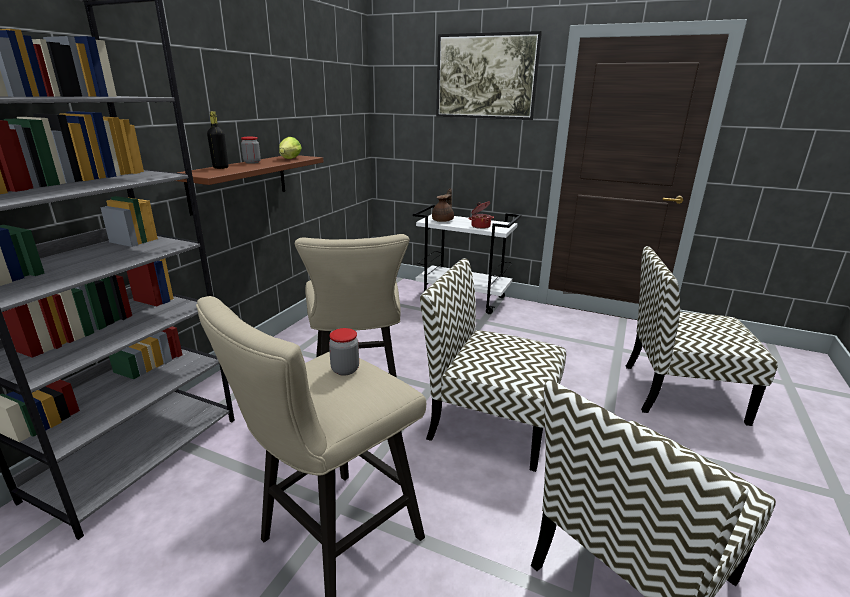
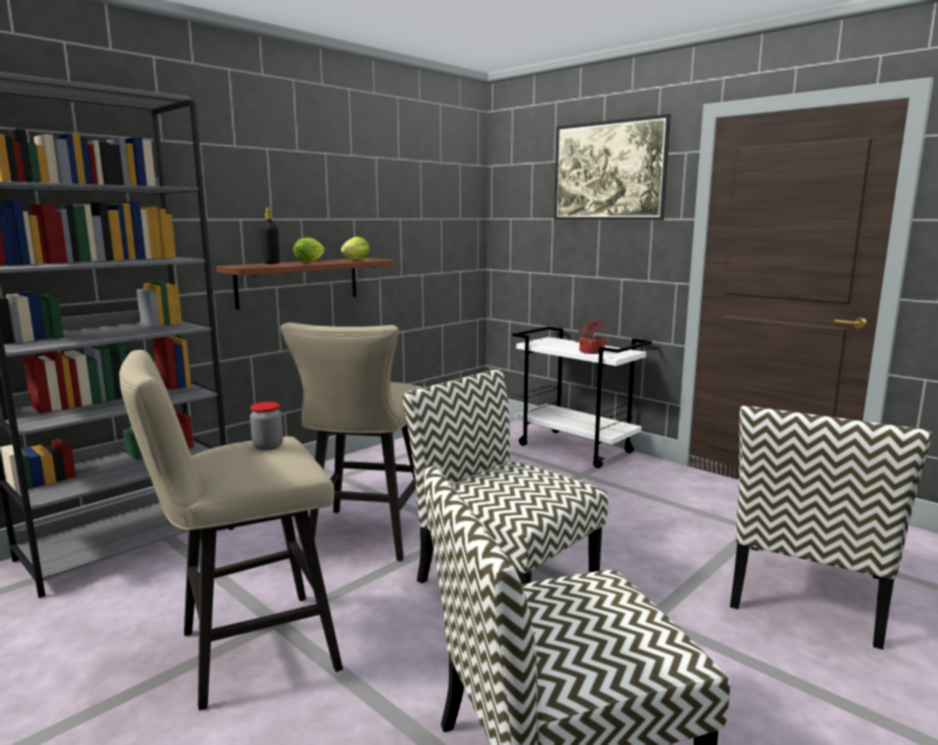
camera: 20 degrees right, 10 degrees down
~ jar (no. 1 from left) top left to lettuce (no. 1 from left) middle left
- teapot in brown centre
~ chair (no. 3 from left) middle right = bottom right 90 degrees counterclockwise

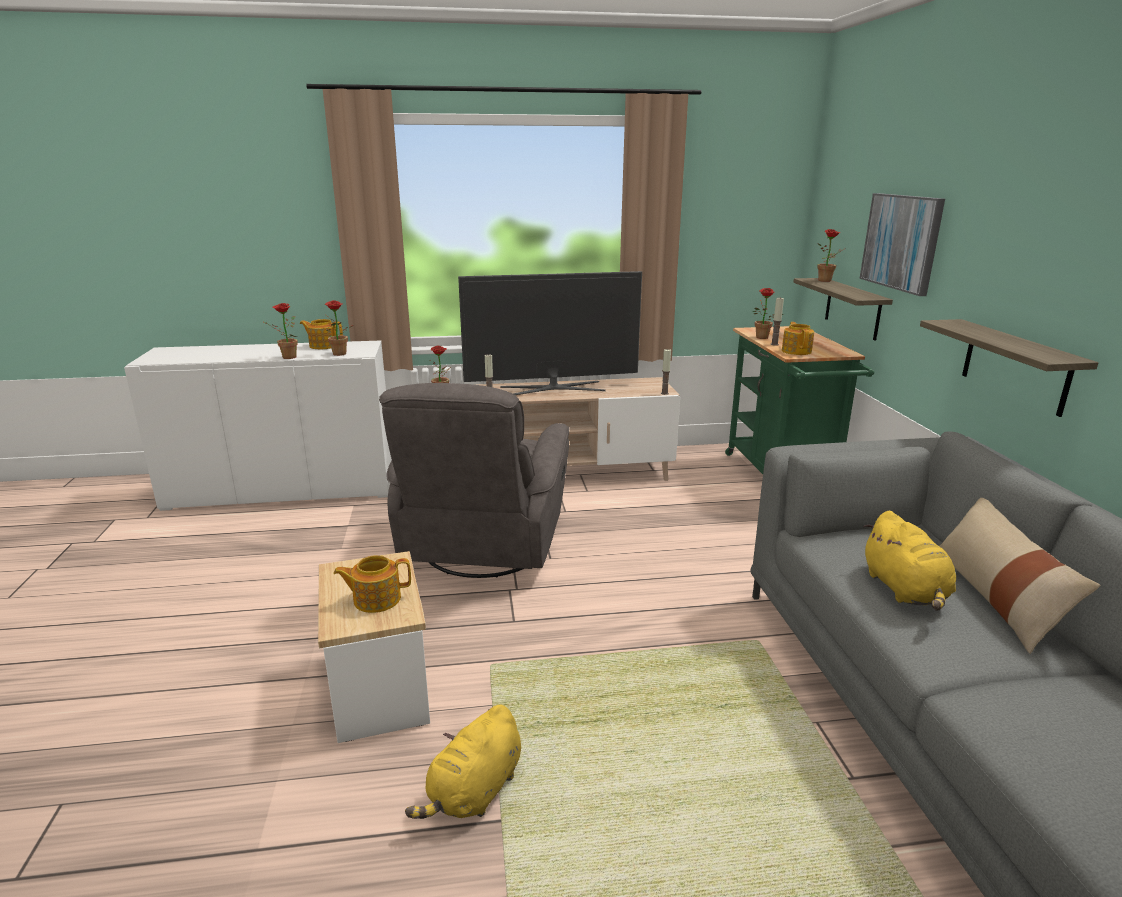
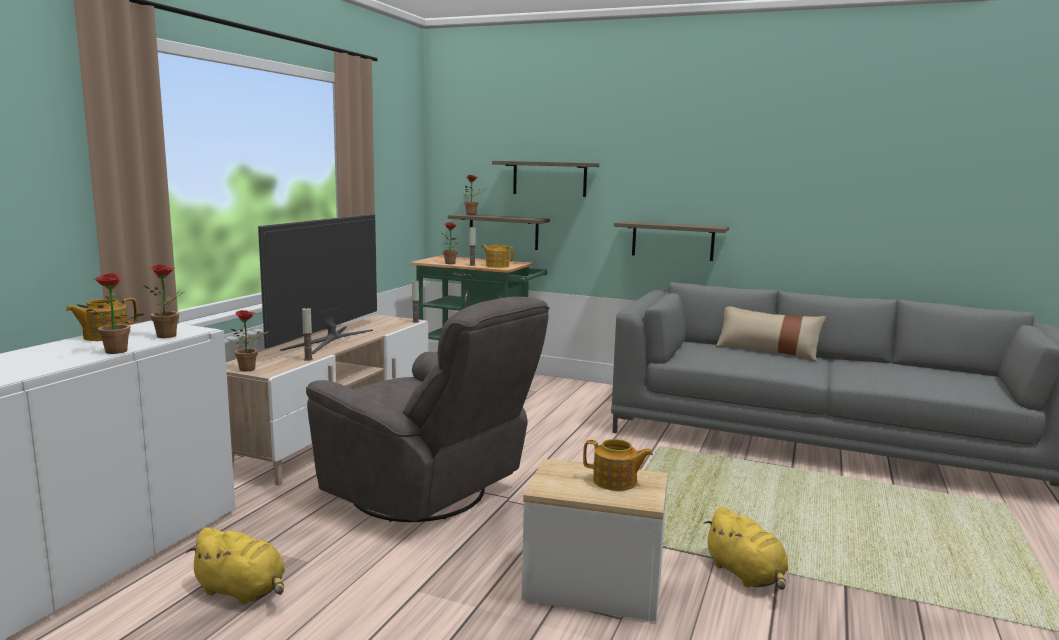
camera: 60 degrees left, 10 degrees down
~ teapot (no. 2 from left in the first image) middle left = bottom centre 90 degrees counterclockwise
~ picture top right to shelf (no. 2 from left) top centre
~ plush toy in yellow (no. 2 from left in the first image) middle right to plush toy in yellow (no. 1 from left) bottom left

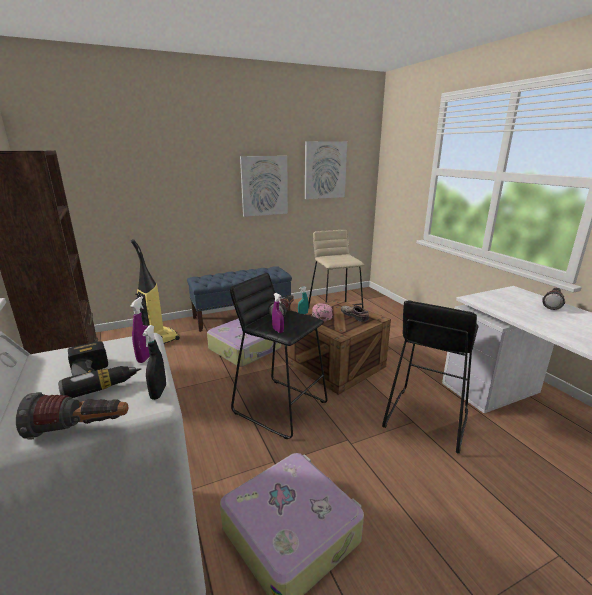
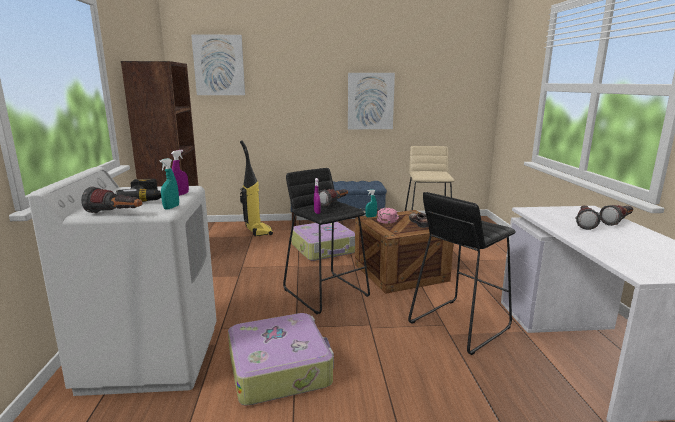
camera: 20 degrees right, 5 degrees down
~ spray bottle in black middle left to spray bottle in turquoise (no. 1 from left) middle left
~ picture (no. 2 from left in the first image) top centre to picture (no. 1 from left) top left
+ flashlight (no. 3 from left) middle right

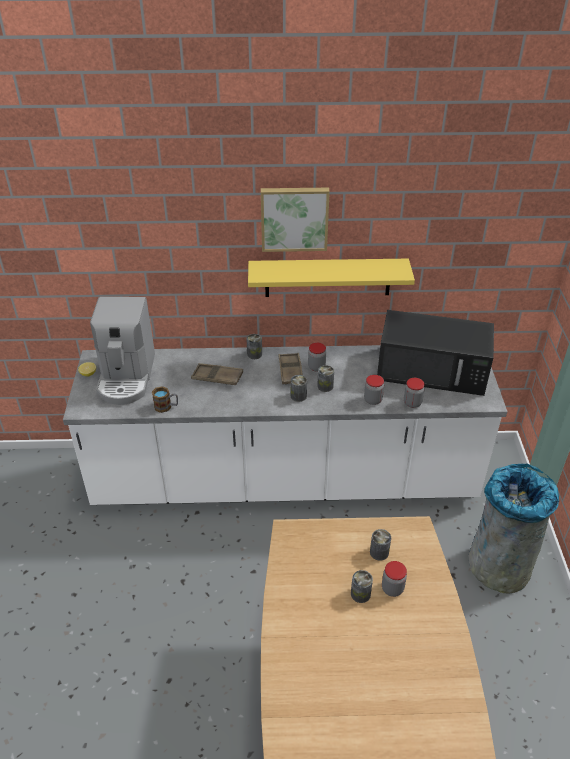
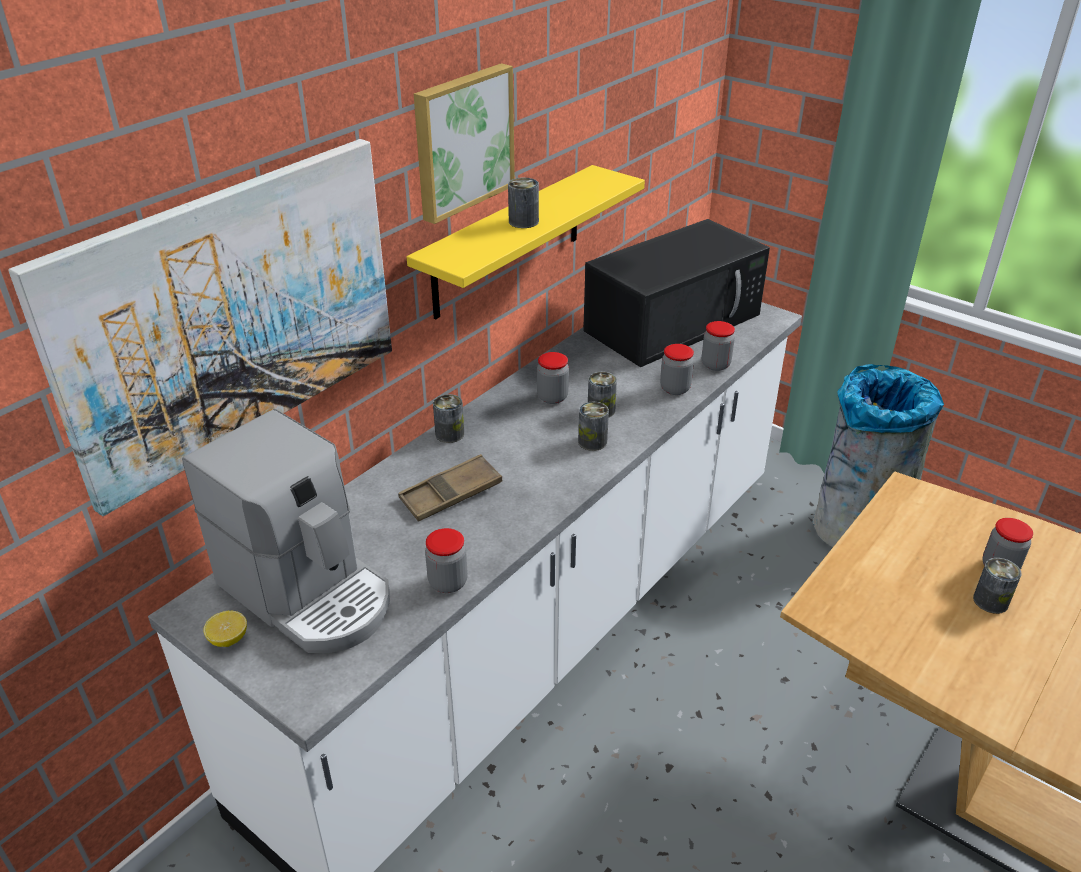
camera: 50 degrees left, 5 degrees down
~ mug middle left to jar (no. 1 from left) centre
- tray in brown (no. 2 from left) centre
~ can (no. 5 from left in the first image) bottom right to can (no. 2 from left) top centre
+ picture (no. 1 from left) middle left

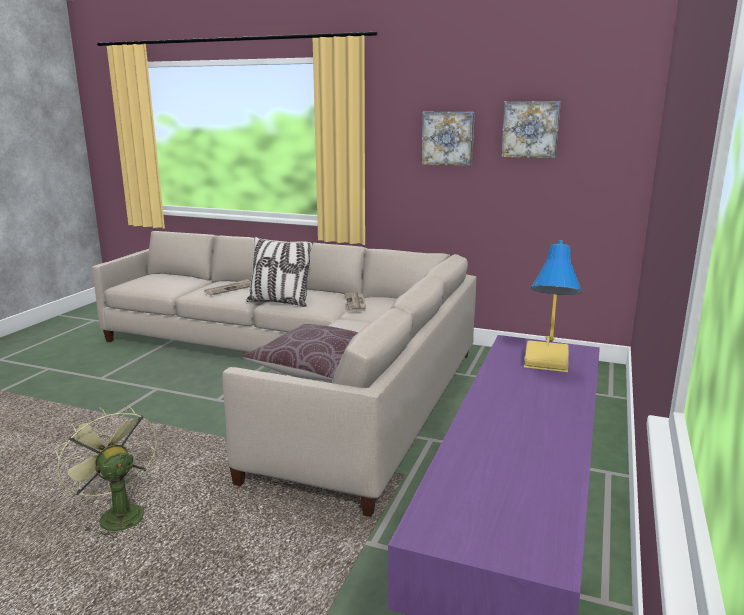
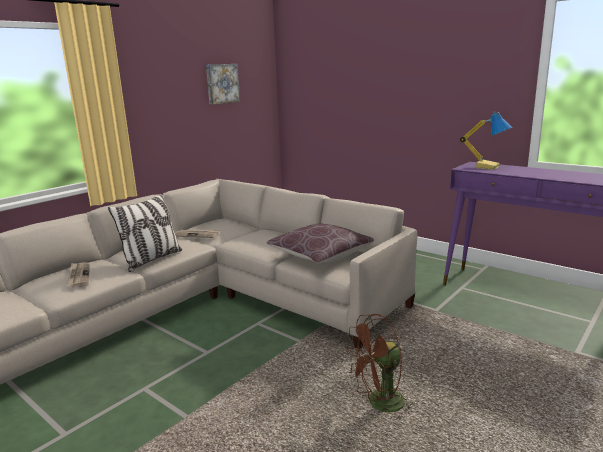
camera: 70 degrees left, 0 degrees up
~ fan in green bottom left to fan in brown bottom centre
- picture (no. 1 from left) top centre

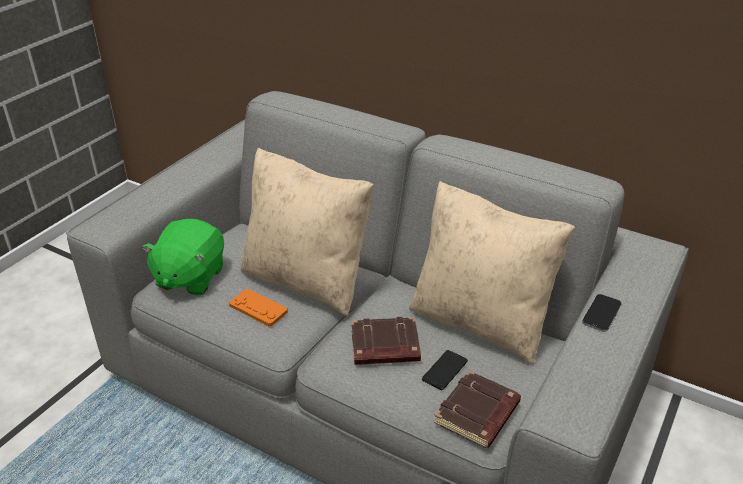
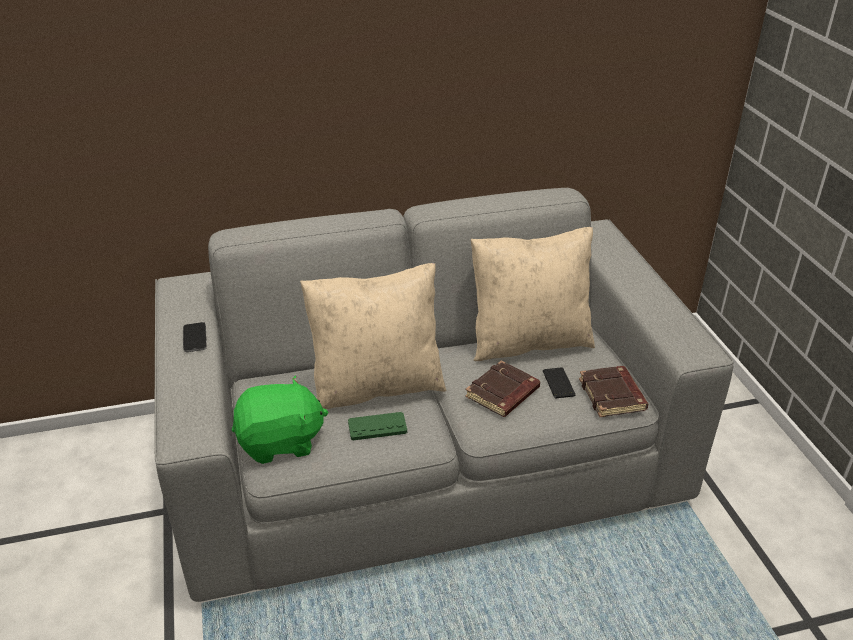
camera: 45 degrees left, 0 degrees up
~ plush toy in green middle left = middle left 75 degrees counterclockwise
~ game controller in orange centre to game controller in green centre
~ phone (no. 2 from left in the first image) middle right to phone (no. 1 from left) middle left

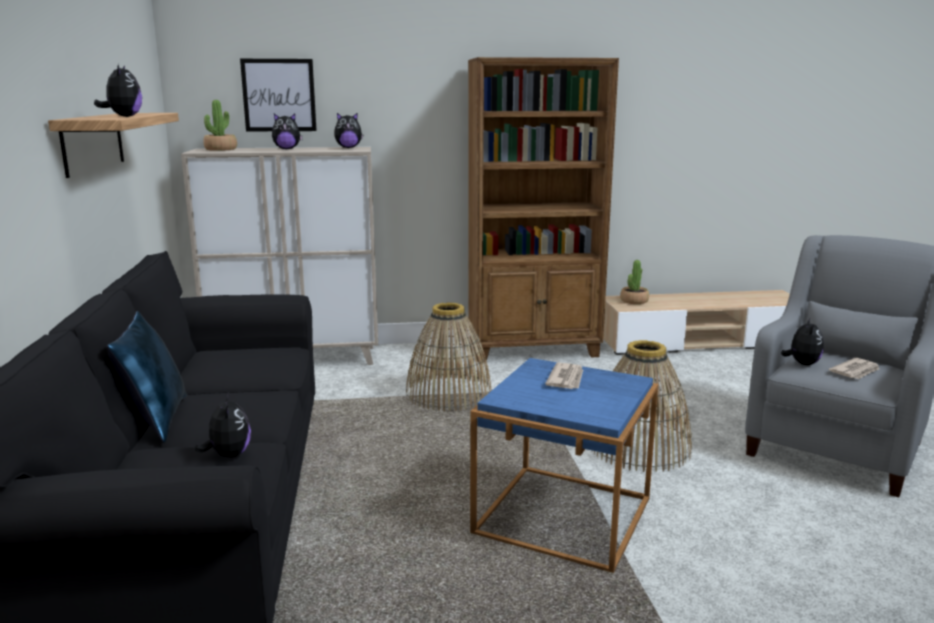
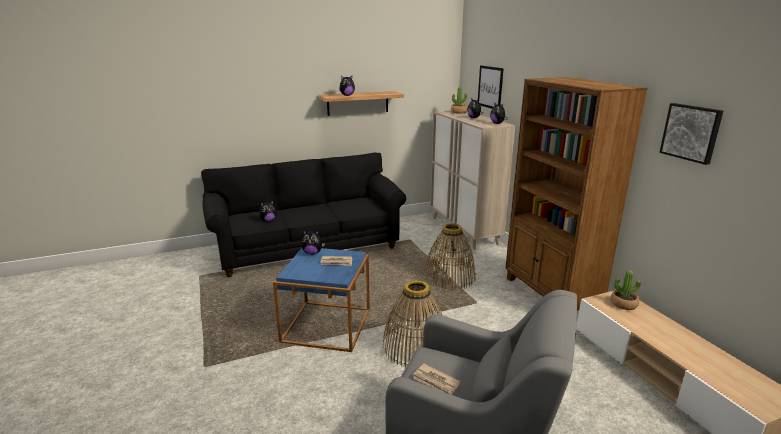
camera: 75 degrees right, 5 degrees up
- pillow in blue middle left
~ plush toy (no. 5 from left in the first image) middle right to plush toy (no. 2 from left) centre
+ picture (no. 2 from left) top right

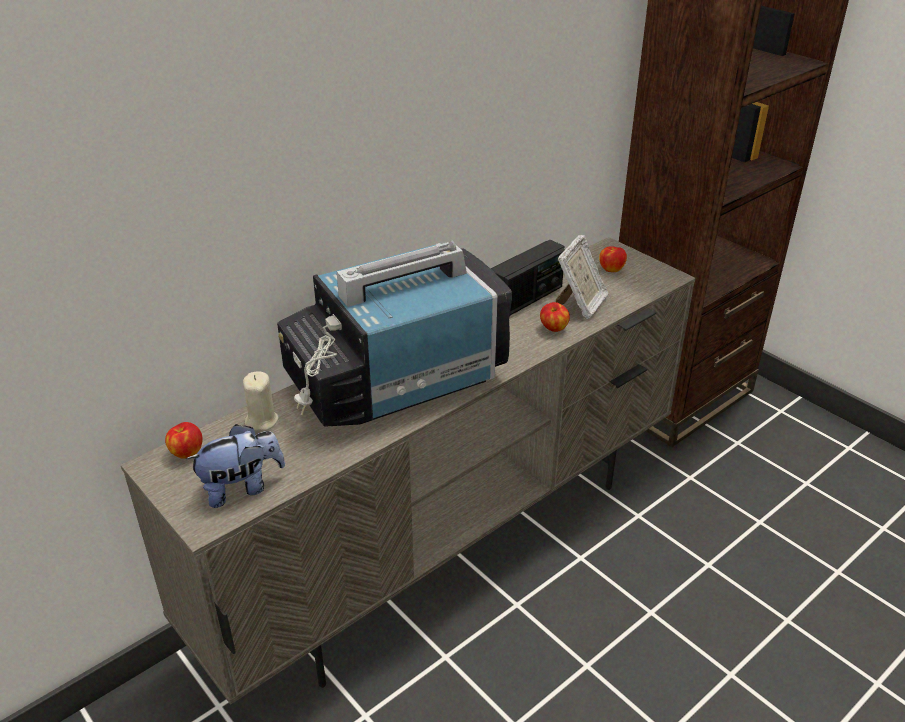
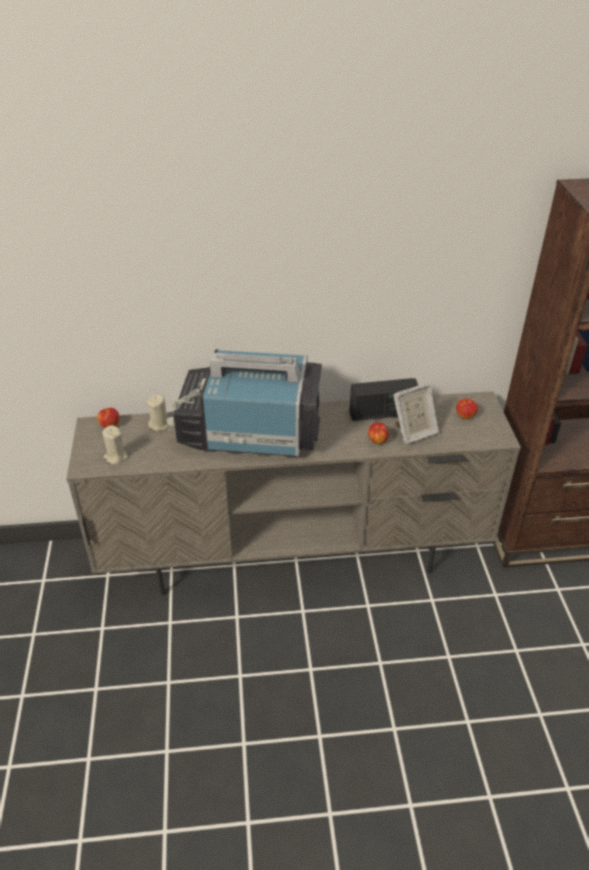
camera: 35 degrees right, 5 degrees up
~ plush toy middle left to candle in beige (no. 1 from left) middle left

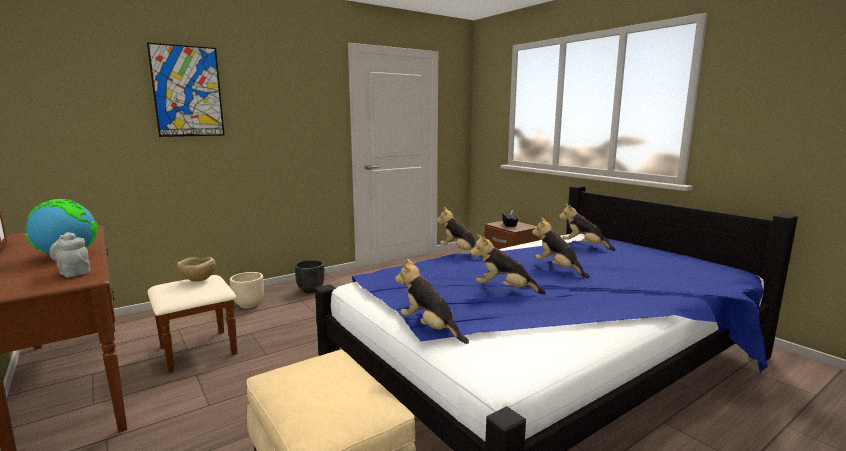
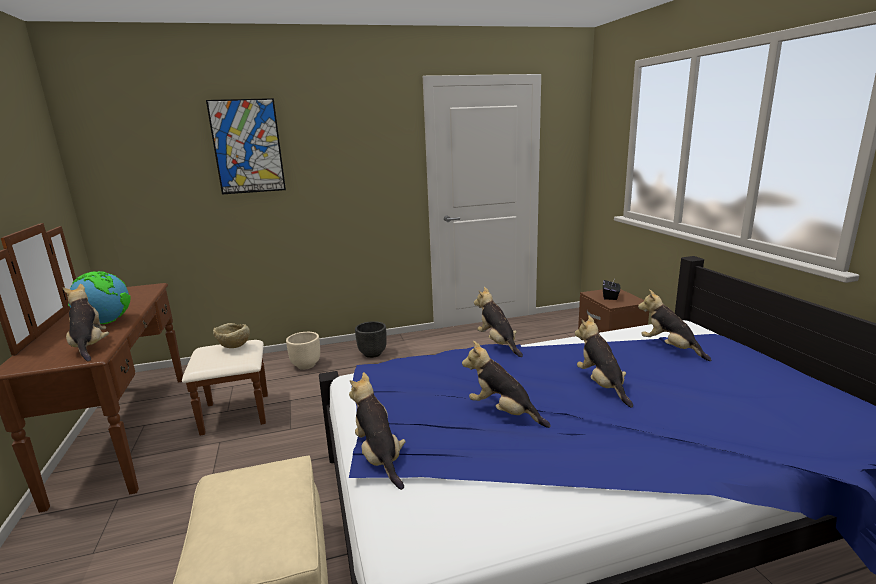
camera: 20 degrees right, 5 degrees up
~ teapot in grey middle left to plush toy (no. 1 from left) middle left

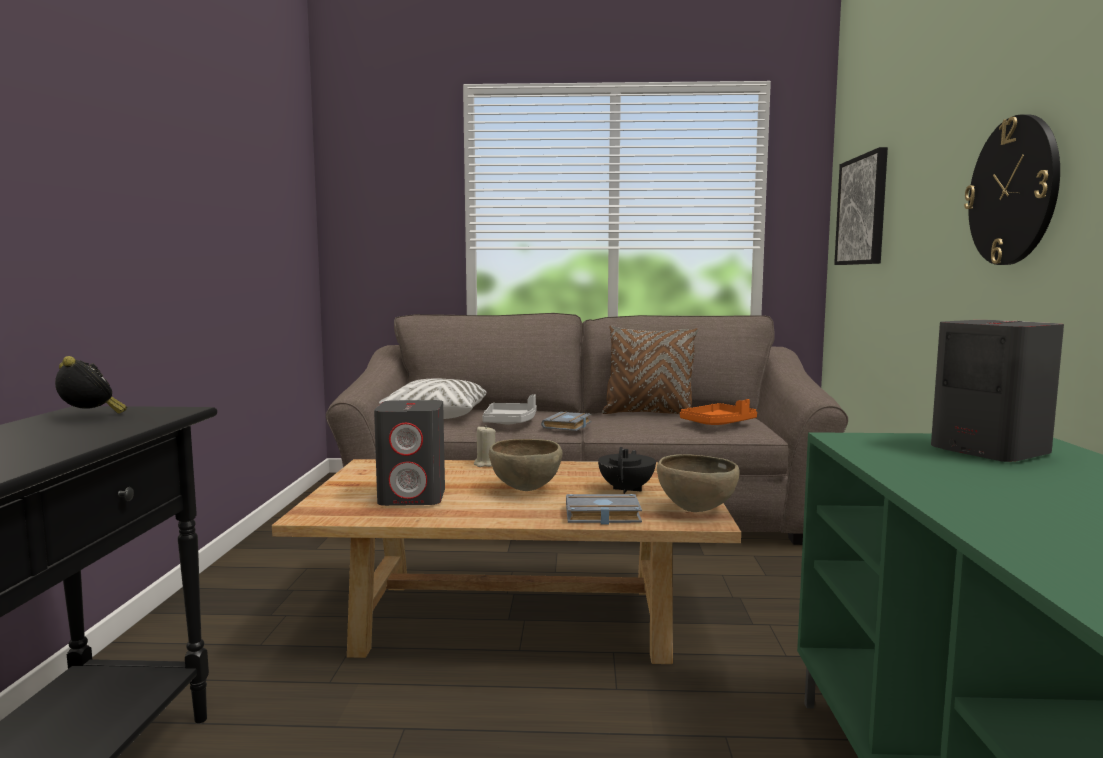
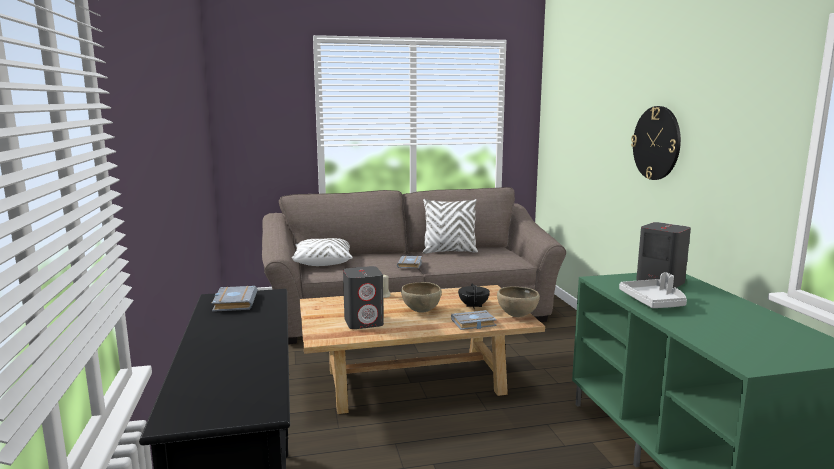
camera: 15 degrees left, 5 degrees up
~ alarm clock middle left to book in grey (no. 1 from left) middle left
~ tray in grey centre to middle right
~ pillow in brown centre to pillow in white (no. 2 from left) centre
- tray in orange centre
- picture top right

